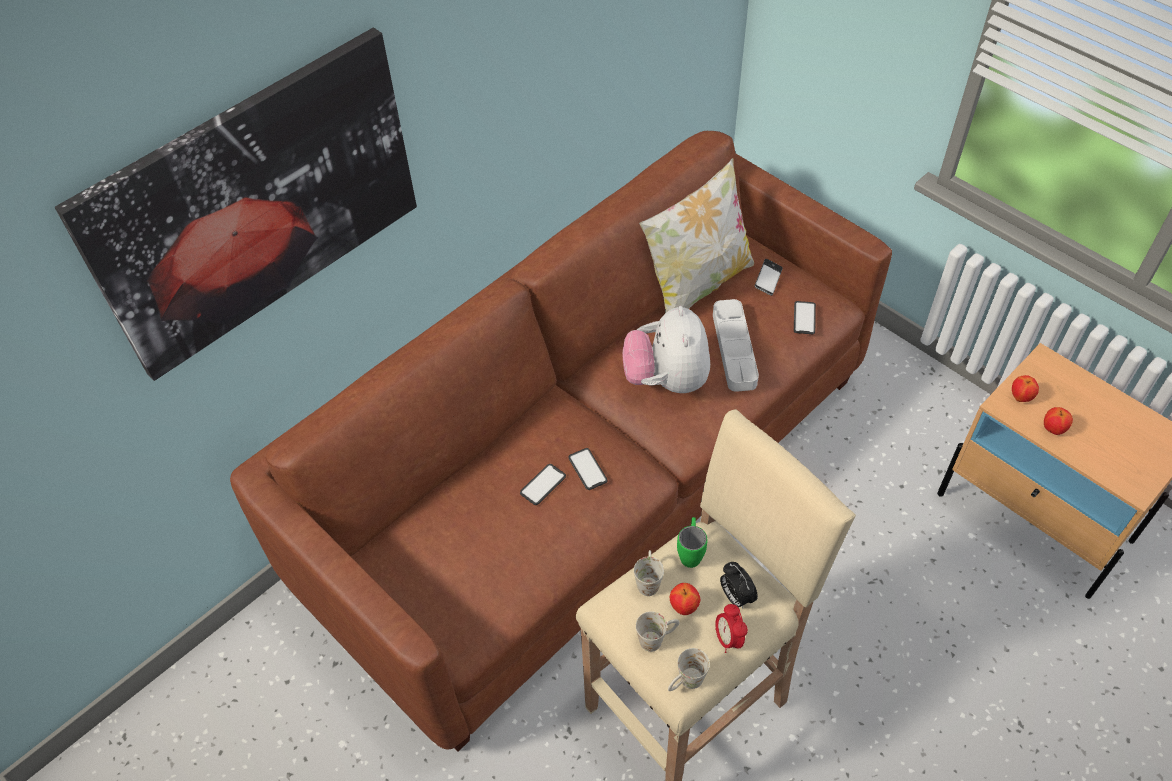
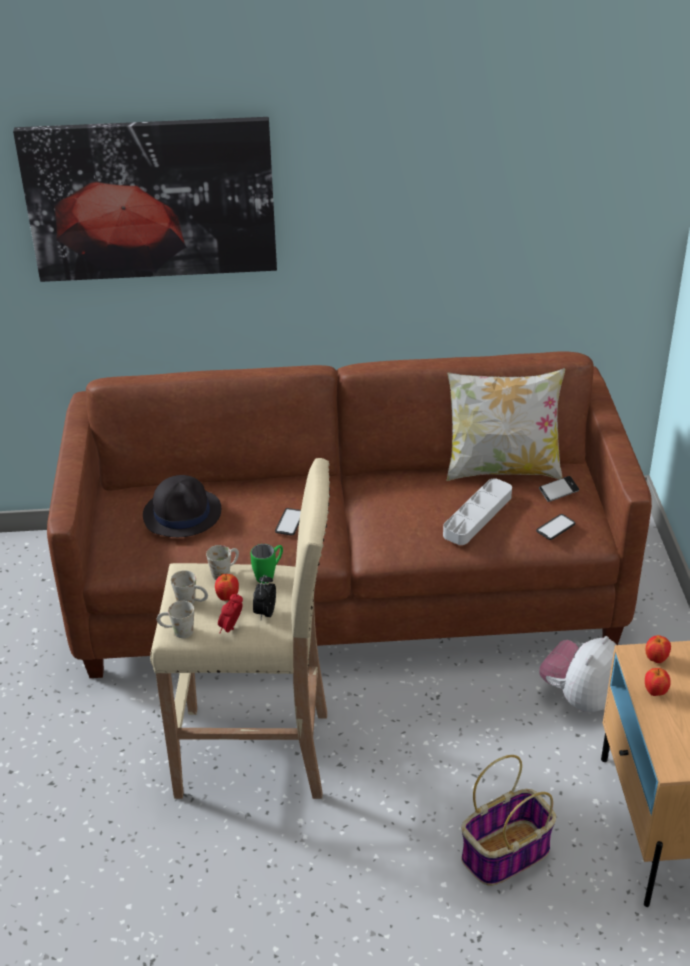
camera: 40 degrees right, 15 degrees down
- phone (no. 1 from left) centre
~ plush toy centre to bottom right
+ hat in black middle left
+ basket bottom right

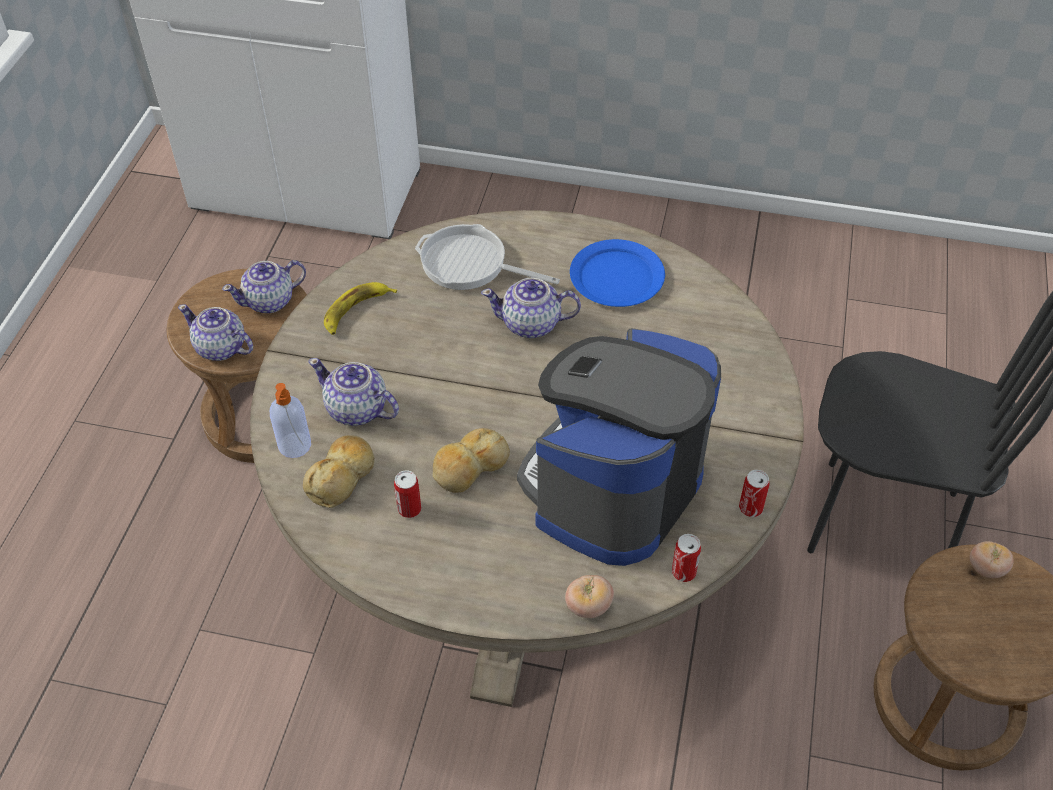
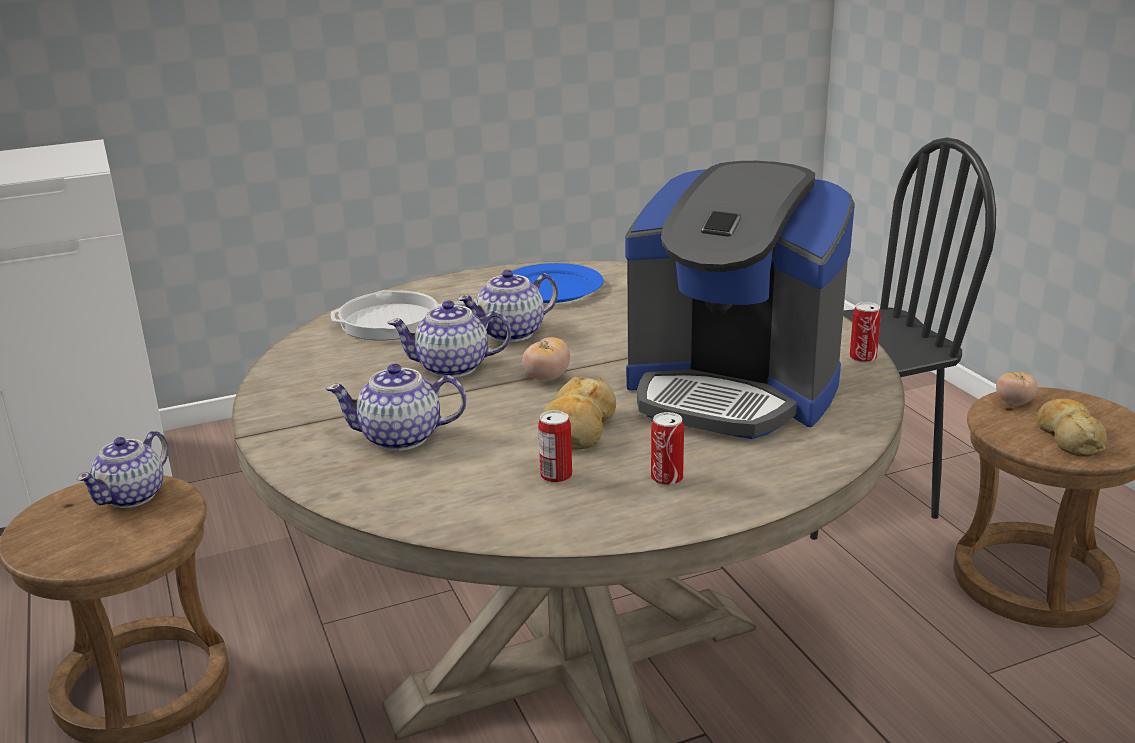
camera: 35 degrees left, 25 degrees down
~ teapot (no. 1 from left in the first image) middle left to teapot (no. 3 from left) centre
- soap dispenser middle left
~ bread (no. 1 from left in the first image) middle left to bread (no. 2 from left) middle right
- banana centre
~ coffee machine centre = centre 60 degrees counterclockwise
~ tomato (no. 1 from left) bottom centre to centre
~ can (no. 2 from left) bottom centre to centre

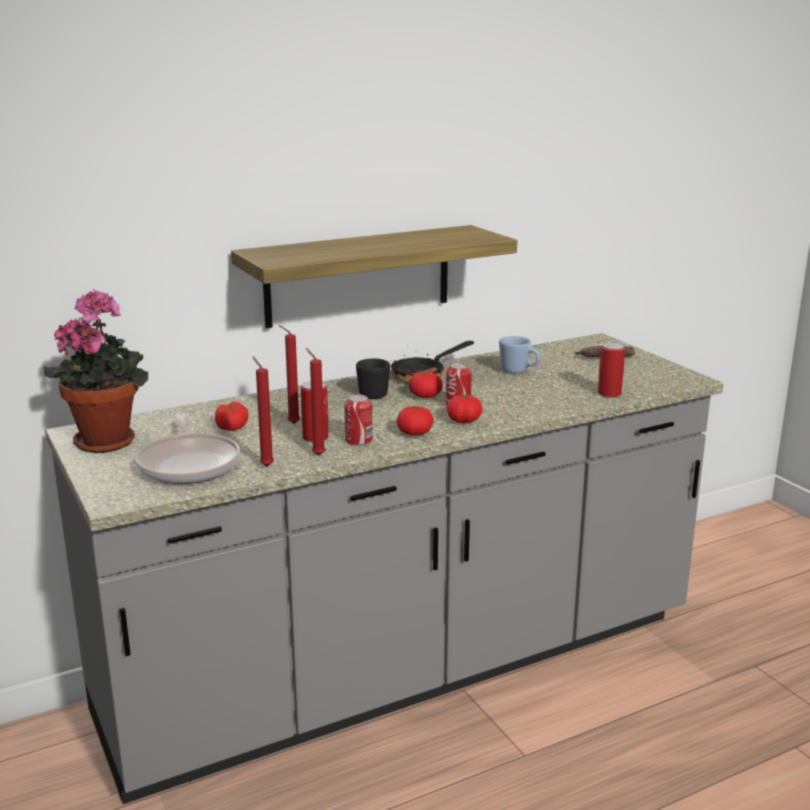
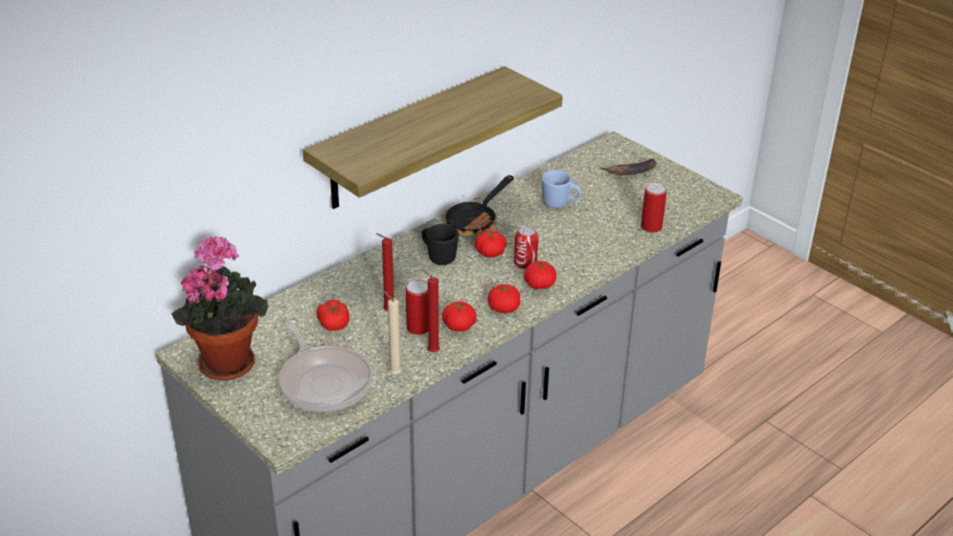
camera: 15 degrees left, 15 degrees up
~ candle in red (no. 1 from left) middle left to candle in beige centre
~ can (no. 2 from left) centre to tomato (no. 2 from left) centre

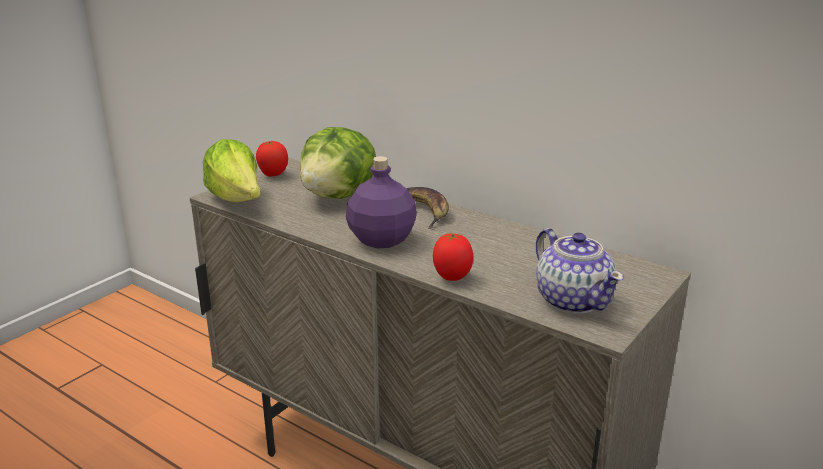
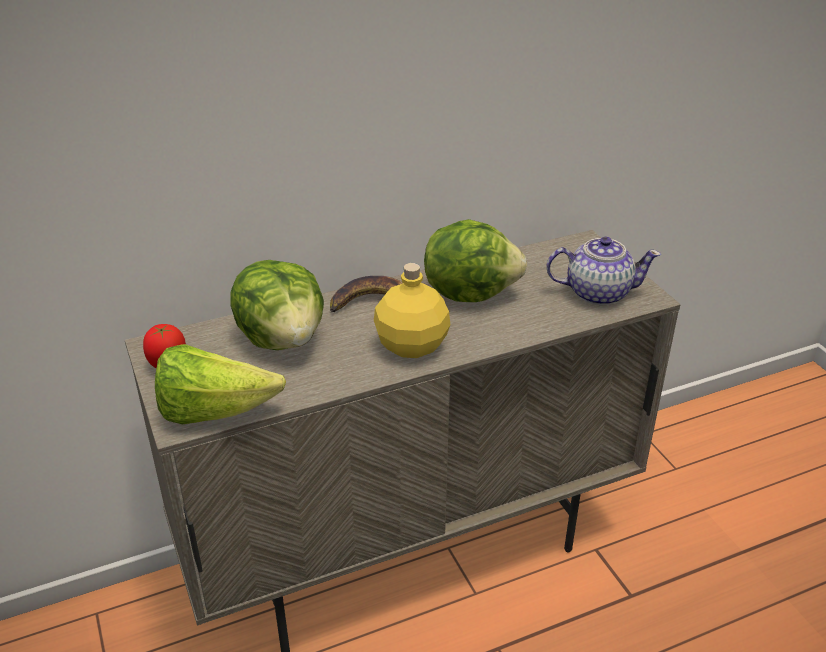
camera: 60 degrees left, 10 degrees up
~ bottle in purple centre to bottle in yellow centre
- tomato (no. 2 from left) centre
+ lettuce (no. 3 from left) centre

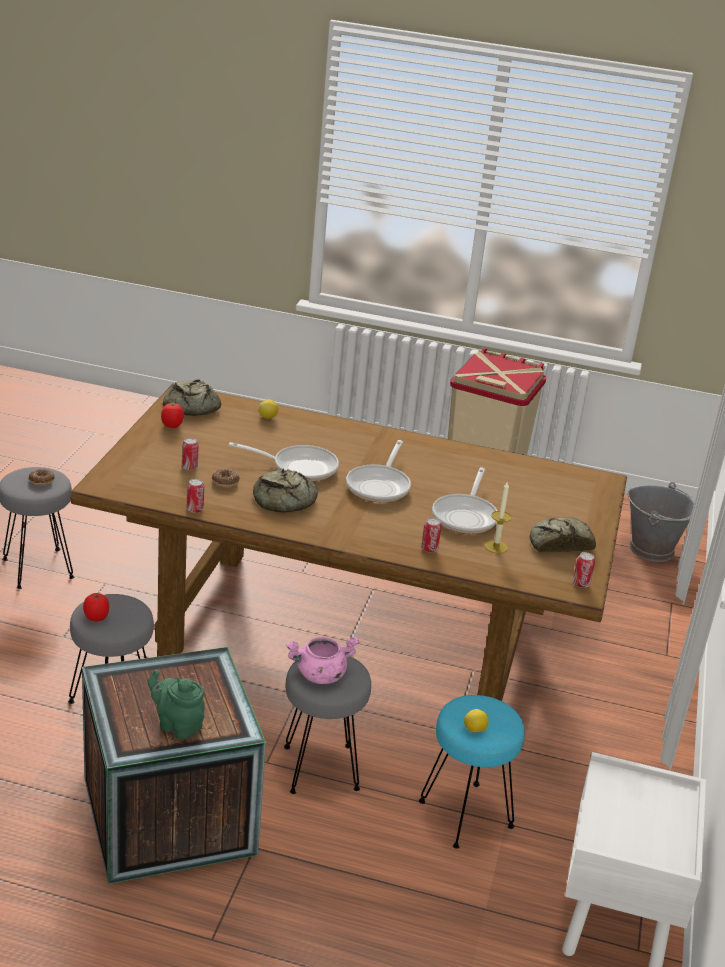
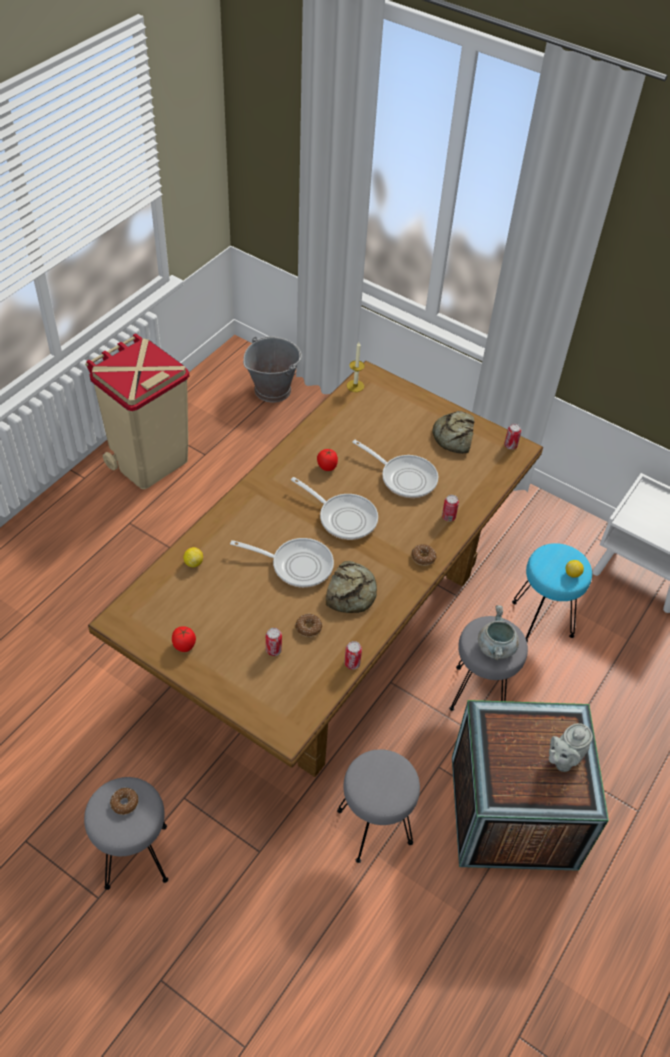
camera: 70 degrees left, 20 degrees up
~ tomato (no. 1 from left in the first image) middle left to tomato (no. 2 from left) centre
~ teapot in green bottom left to teapot in grey bottom right
- bread (no. 1 from left) middle left
~ frying pan (no. 1 from left) centre = centre 75 degrees clockwise
~ cooking pot in pink bottom centre to cooking pot in grey middle right
~ candle middle right to centre
+ donut (no. 3 from left) centre

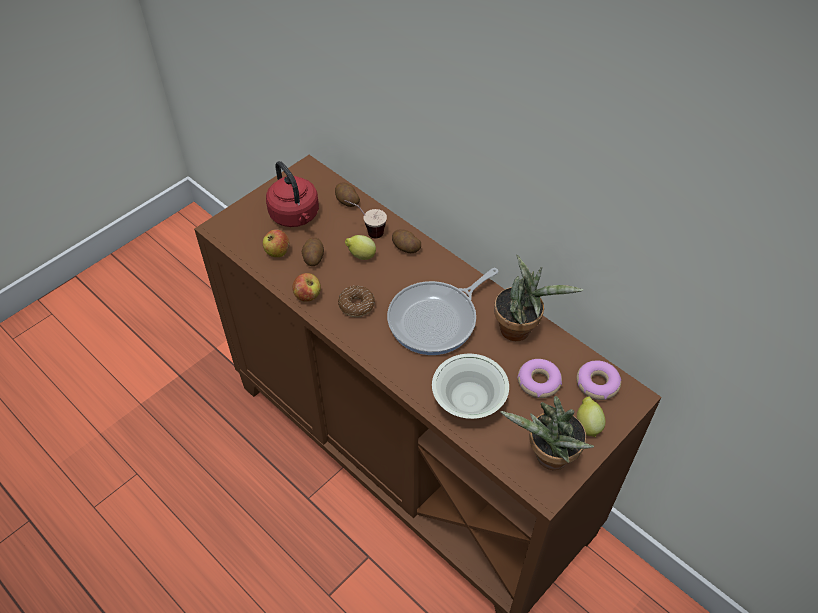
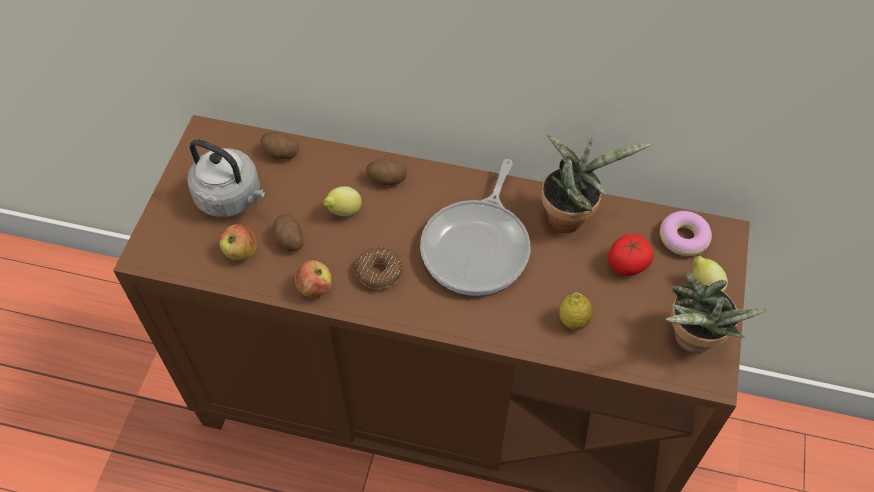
camera: 30 degrees left, 5 degrees up
~ kettle in red top centre to kettle in grey middle left
- cup centre
~ bowl in white centre to lemon (no. 2 from left) centre
~ donut (no. 2 from left) centre to tomato middle right

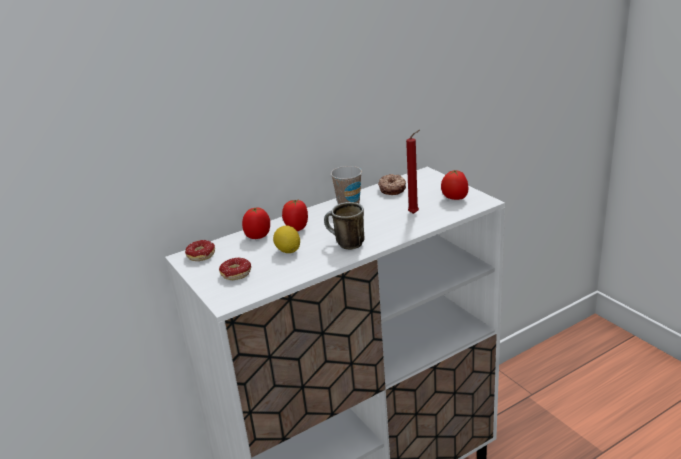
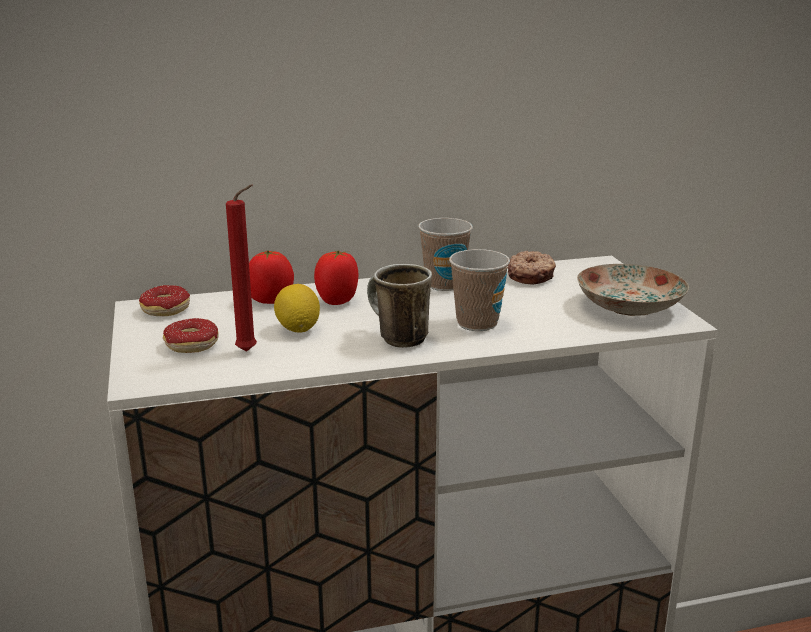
camera: 15 degrees right, 5 degrees down
~ candle in red centre to middle left
~ tomato (no. 3 from left) middle right to plate middle right
+ cup (no. 2 from left) centre

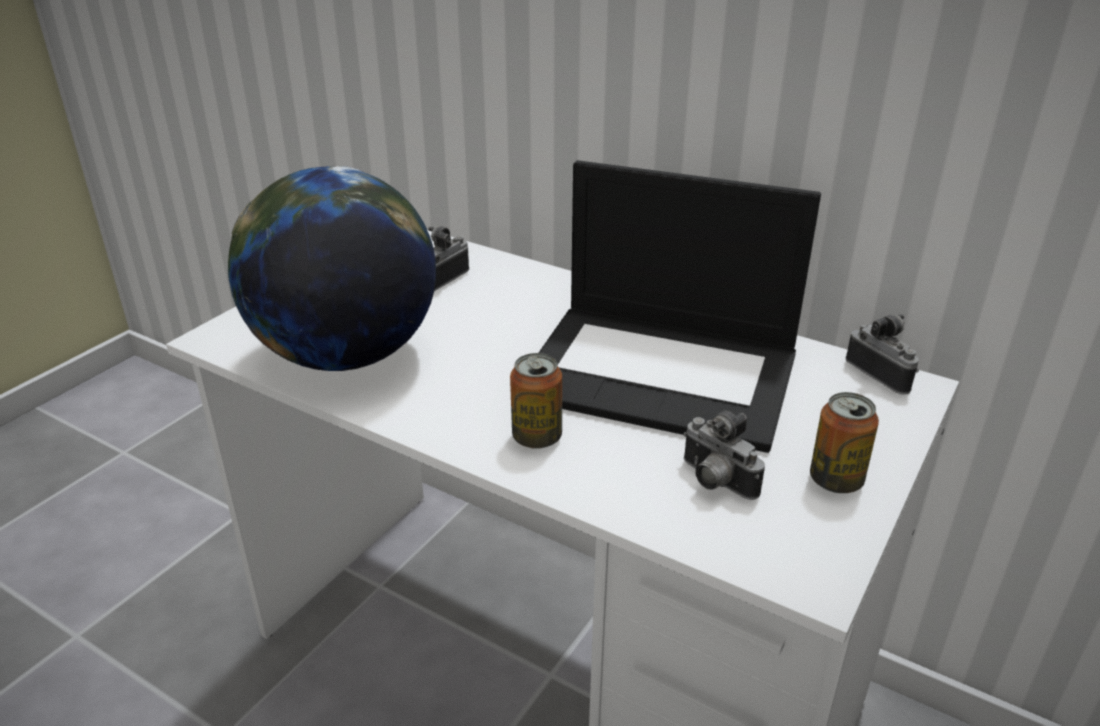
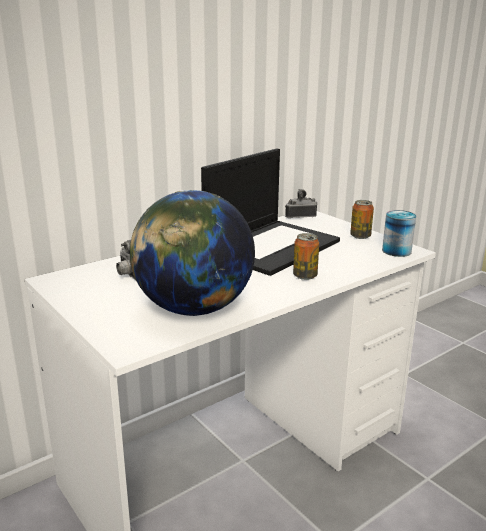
camera: 70 degrees left, 10 degrees down
- photo camera (no. 2 from left) centre
+ can (no. 3 from left) middle right

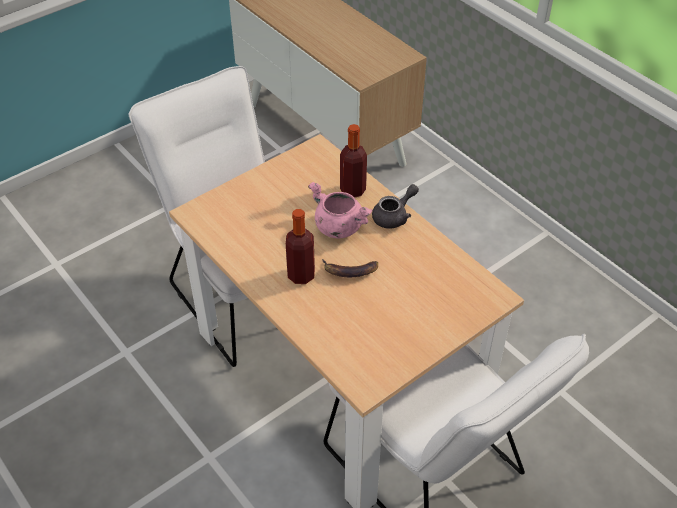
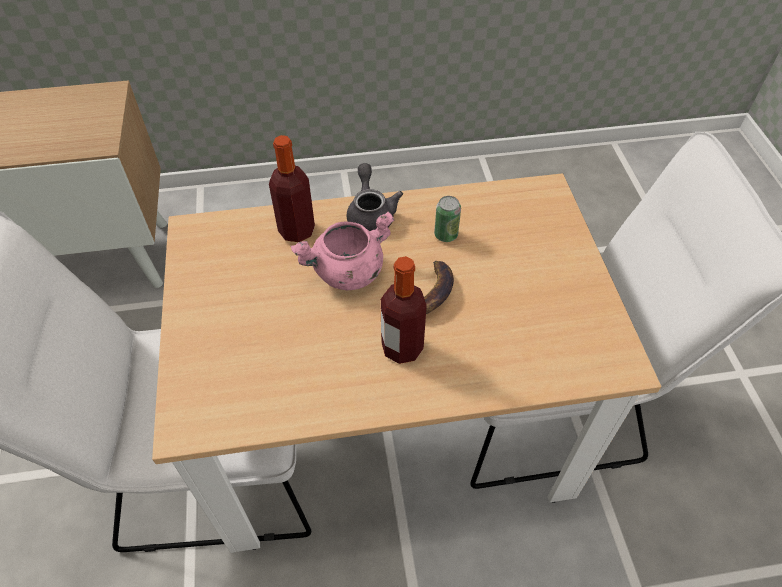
camera: 60 degrees left, 5 degrees up
+ can centre

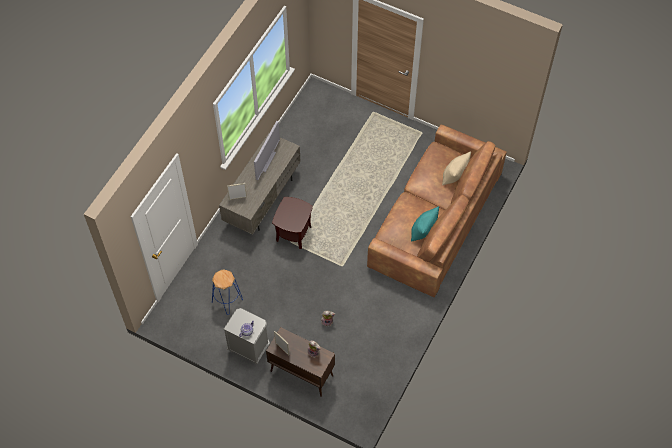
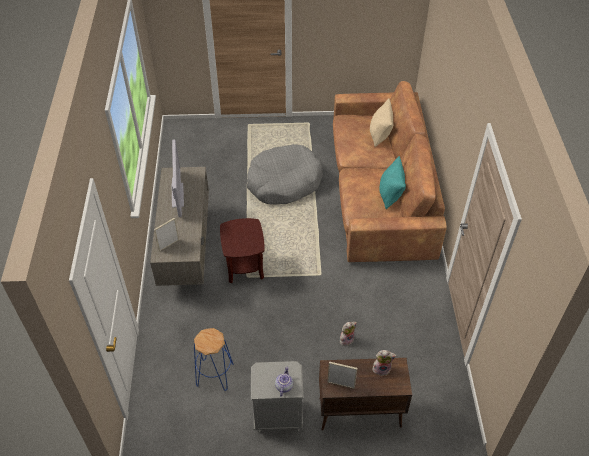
camera: 30 degrees left, 10 degrees down
+ dog bed in grey centre

